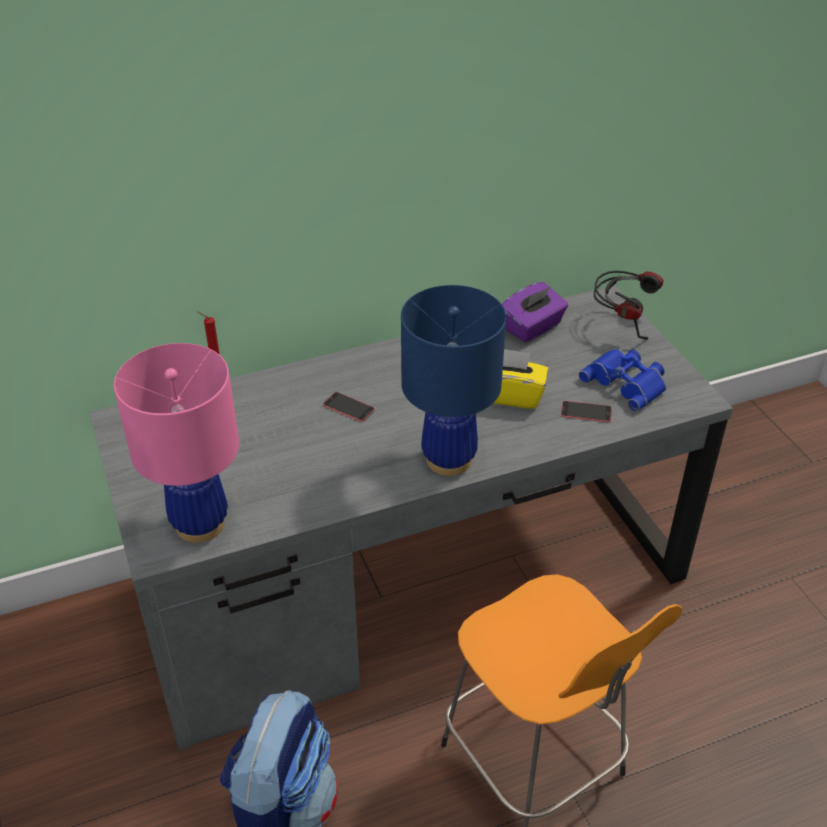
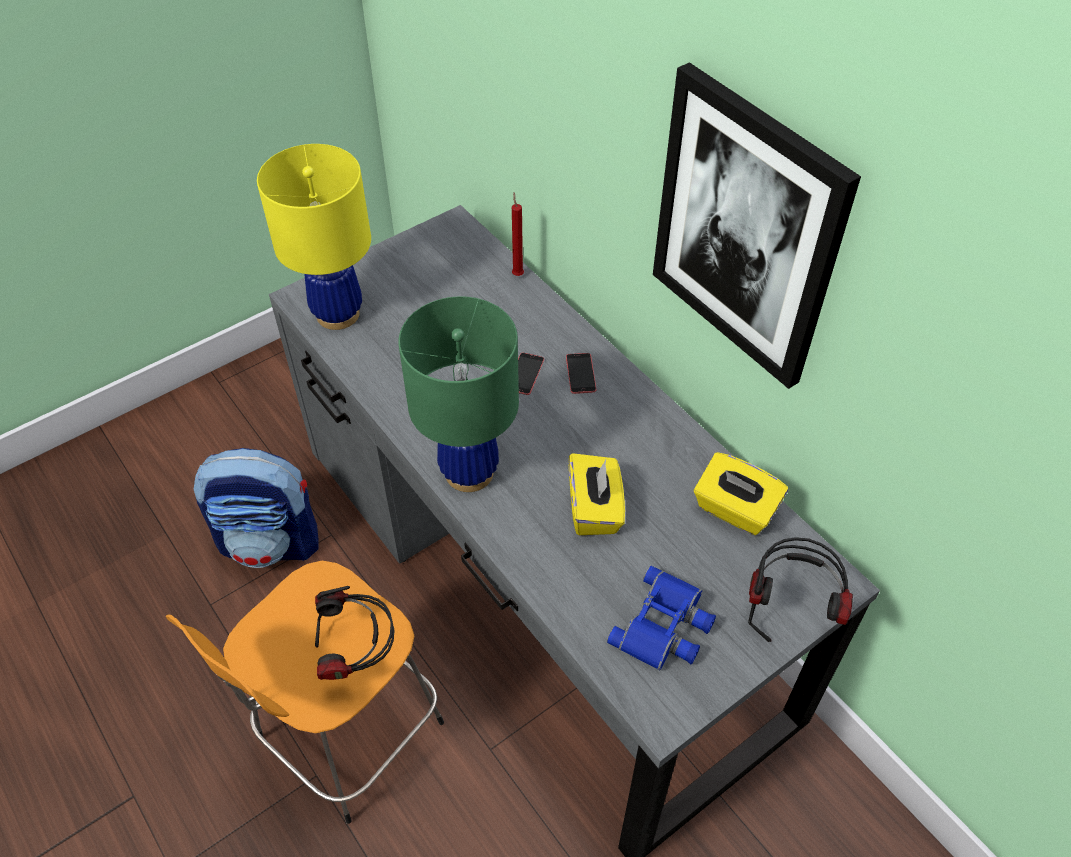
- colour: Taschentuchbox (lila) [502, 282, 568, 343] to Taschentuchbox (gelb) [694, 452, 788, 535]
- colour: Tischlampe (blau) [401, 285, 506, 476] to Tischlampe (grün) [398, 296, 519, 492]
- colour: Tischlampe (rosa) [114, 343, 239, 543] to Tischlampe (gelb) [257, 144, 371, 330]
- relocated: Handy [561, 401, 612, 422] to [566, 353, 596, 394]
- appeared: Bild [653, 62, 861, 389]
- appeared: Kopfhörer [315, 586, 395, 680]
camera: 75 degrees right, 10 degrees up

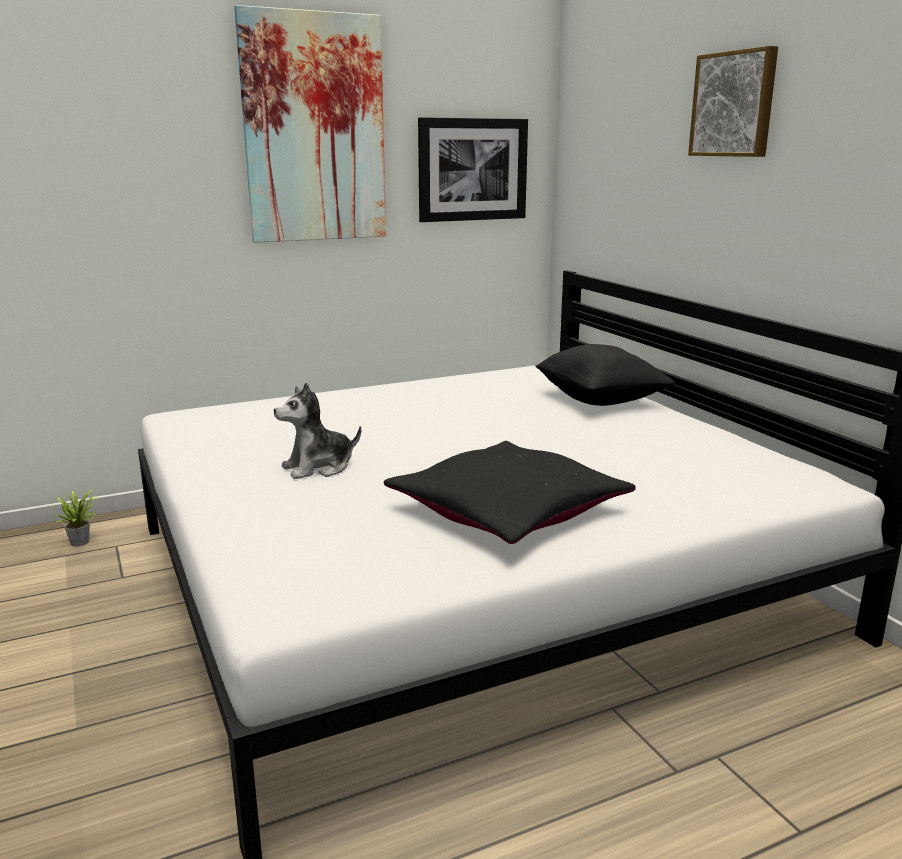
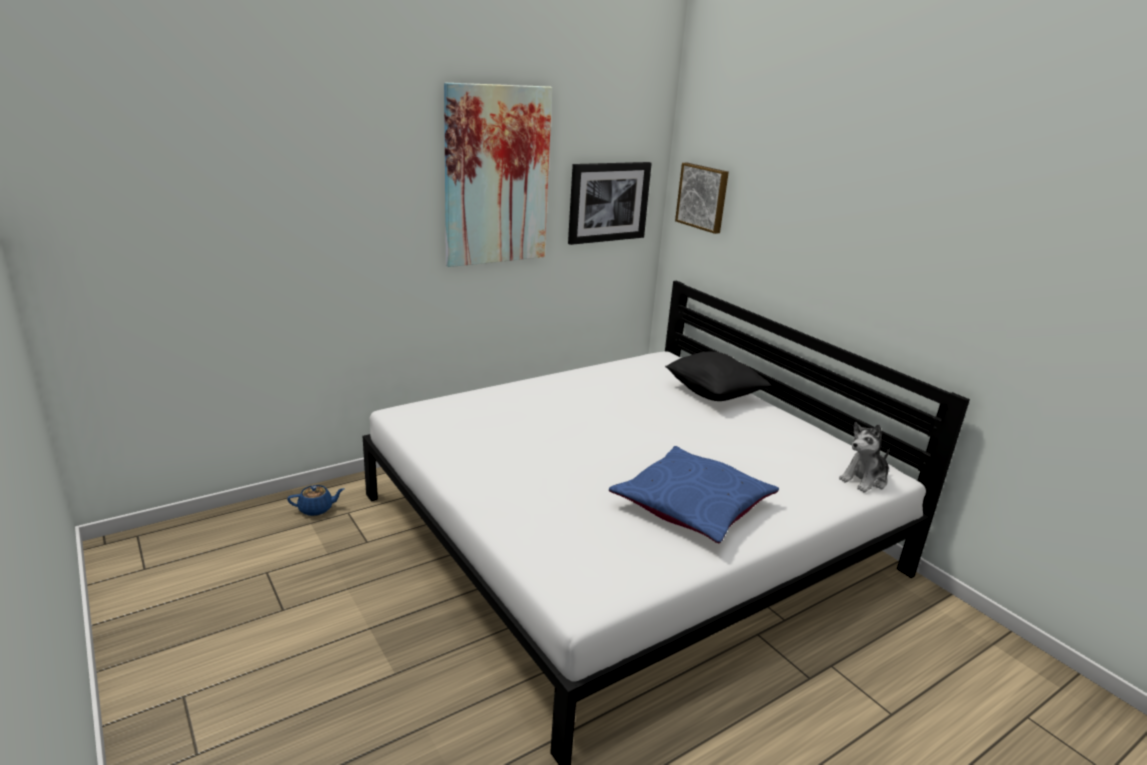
- relocated: Bild [688, 46, 778, 157] to [675, 163, 729, 234]
- relocated: Plüschtier [274, 382, 361, 479] to [839, 423, 890, 492]
- colour: Kissen (schwarz) [384, 441, 636, 544] to Kissen (blau) [609, 446, 779, 543]
- exchanged: Topfpflanze [53, 489, 99, 547] to Teekanne (blau) [287, 485, 344, 516]
camera: 10 degrees left, 5 degrees up

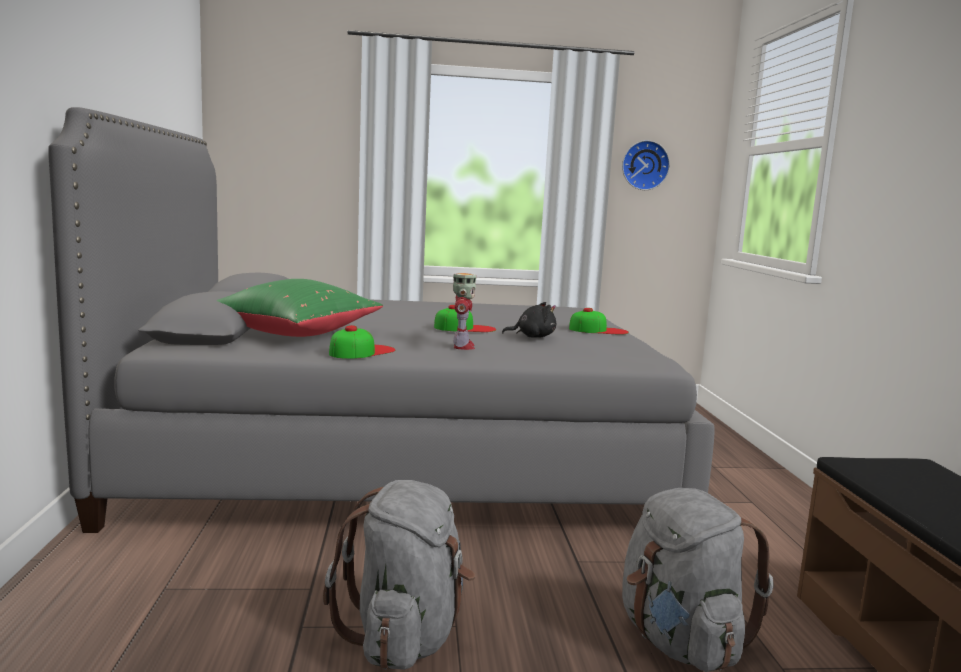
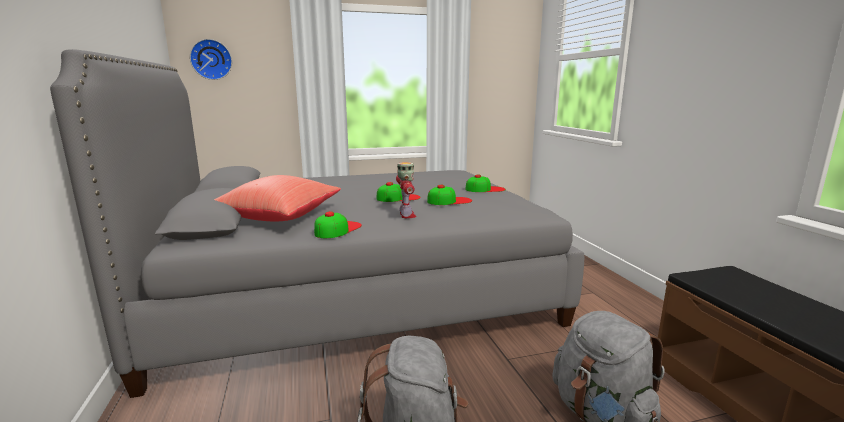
- relocated: Wanduhr [622, 140, 670, 190] to [190, 39, 232, 80]
- colour: Kissen (grün) [216, 279, 383, 337] to Kissen (rot) [214, 175, 341, 221]
- exchanged: Plüschtier (schwarz) [502, 302, 556, 338] to Kappe [427, 185, 472, 205]
camera: 10 degrees left, 5 degrees up

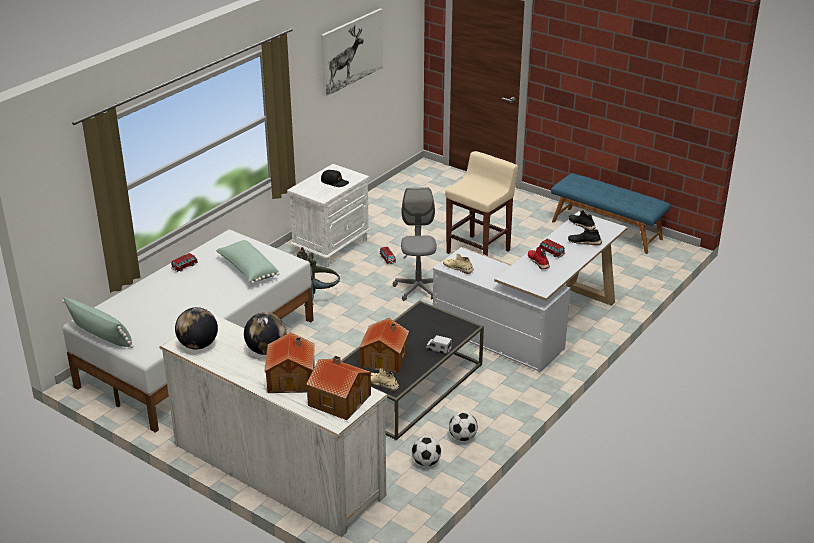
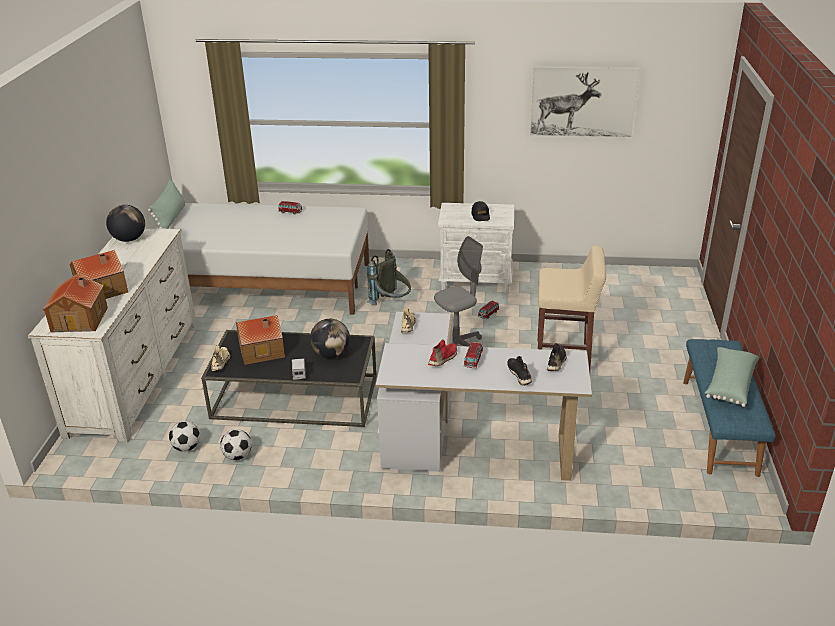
- relocated: Kissen (grün) [216, 240, 280, 284] to [705, 347, 759, 407]
- relocated: Globus [244, 312, 286, 355] to [310, 319, 350, 358]
camera: 60 degrees right, 0 degrees up

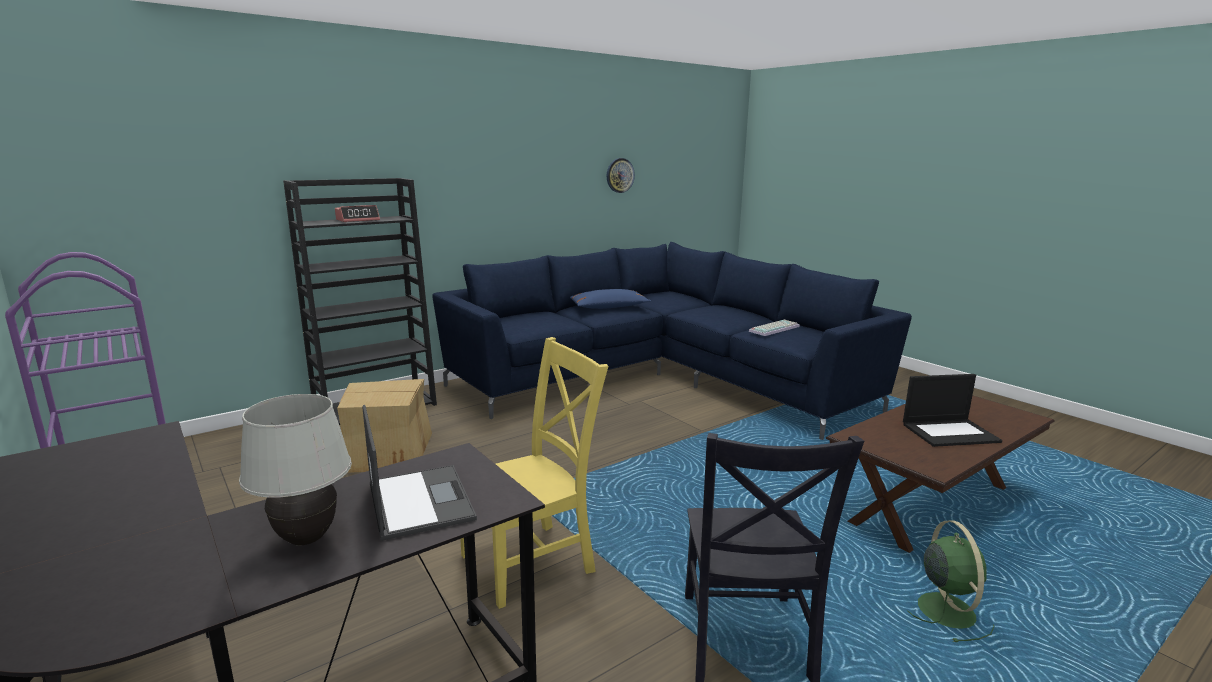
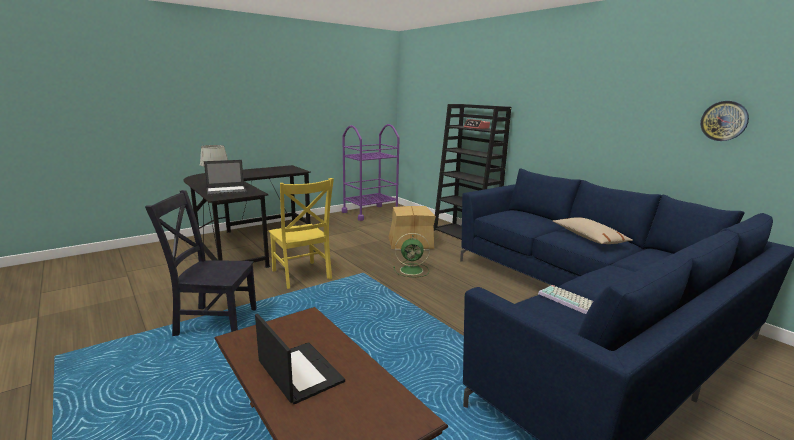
- colour: Kissen (blau) [570, 289, 651, 309] to Kissen (beige) [552, 217, 633, 244]
- spun: Laptop [903, 374, 1002, 447] = [255, 314, 345, 404] 150 degrees clockwise
- relocated: Ventilator (grün) [907, 521, 994, 642] to [394, 233, 430, 277]
camera: 90 degrees right, 0 degrees up

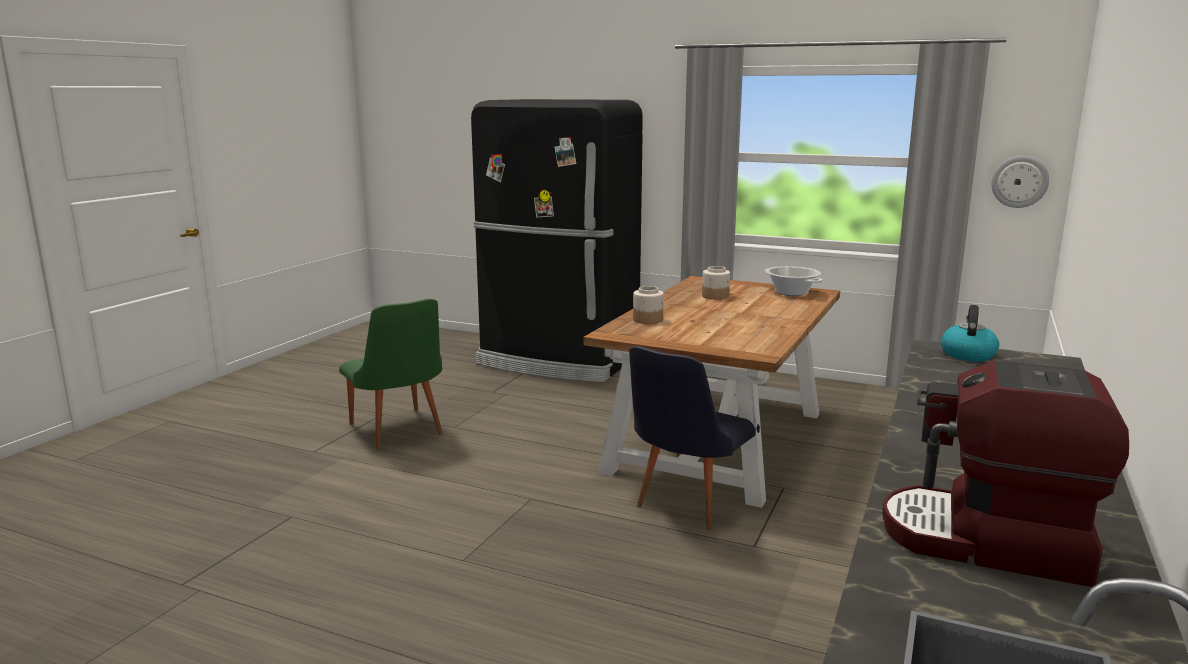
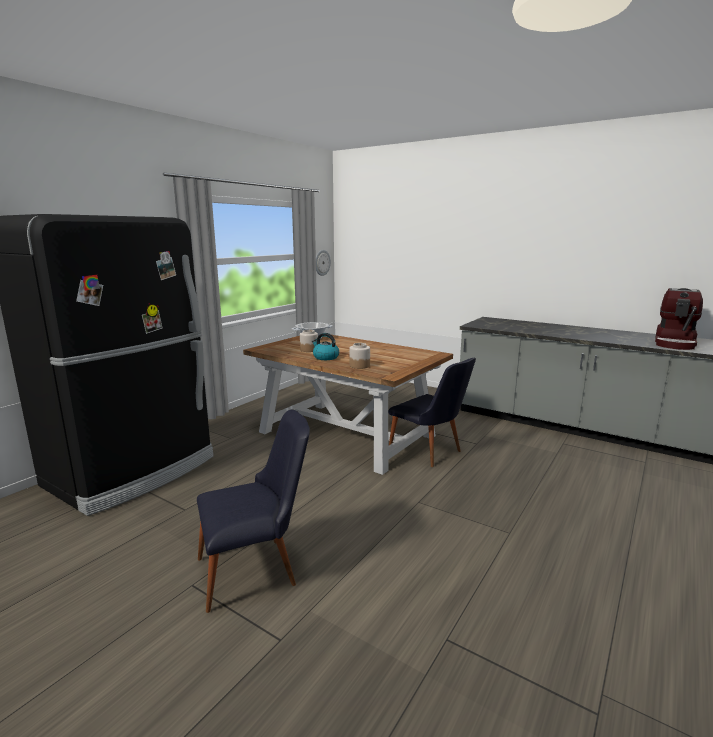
- colour: Stuhl (grün) [339, 299, 443, 449] to Stuhl (schwarz) [197, 410, 310, 613]
- relocated: Wasserkessel [941, 305, 999, 361] to [312, 333, 339, 360]
camera: 80 degrees left, 0 degrees up

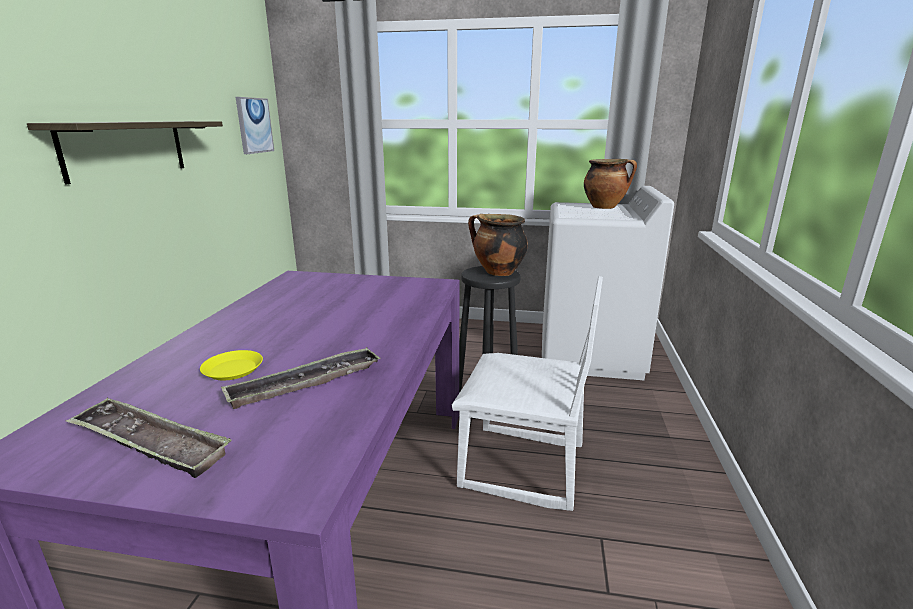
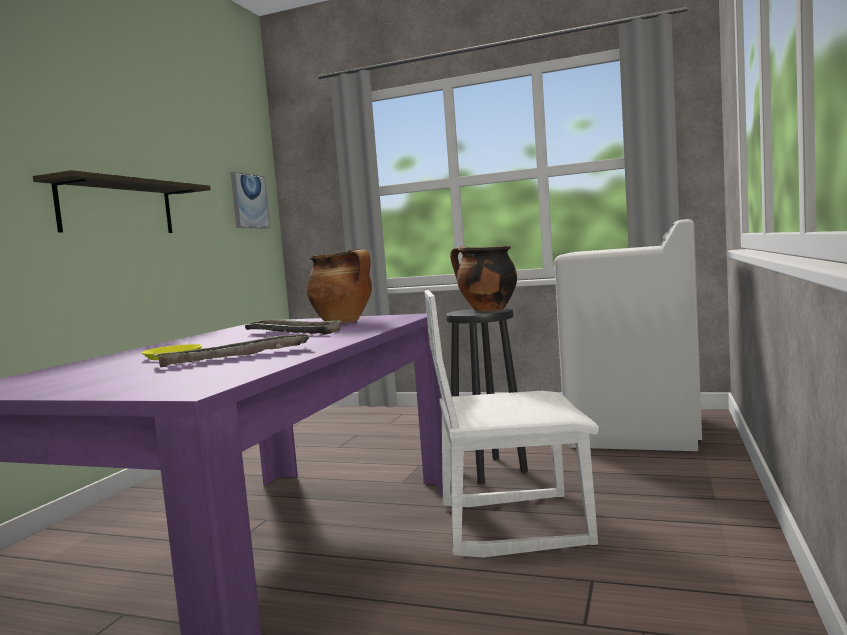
- relocated: Kochtopf [584, 159, 637, 209] to [306, 249, 372, 323]
- spun: Stuhl (weiß) [452, 276, 603, 511] = [424, 290, 599, 558] 150 degrees clockwise
- relocated: Tablett [66, 397, 232, 478] to [244, 319, 344, 335]
camera: 10 degrees right, 15 degrees down

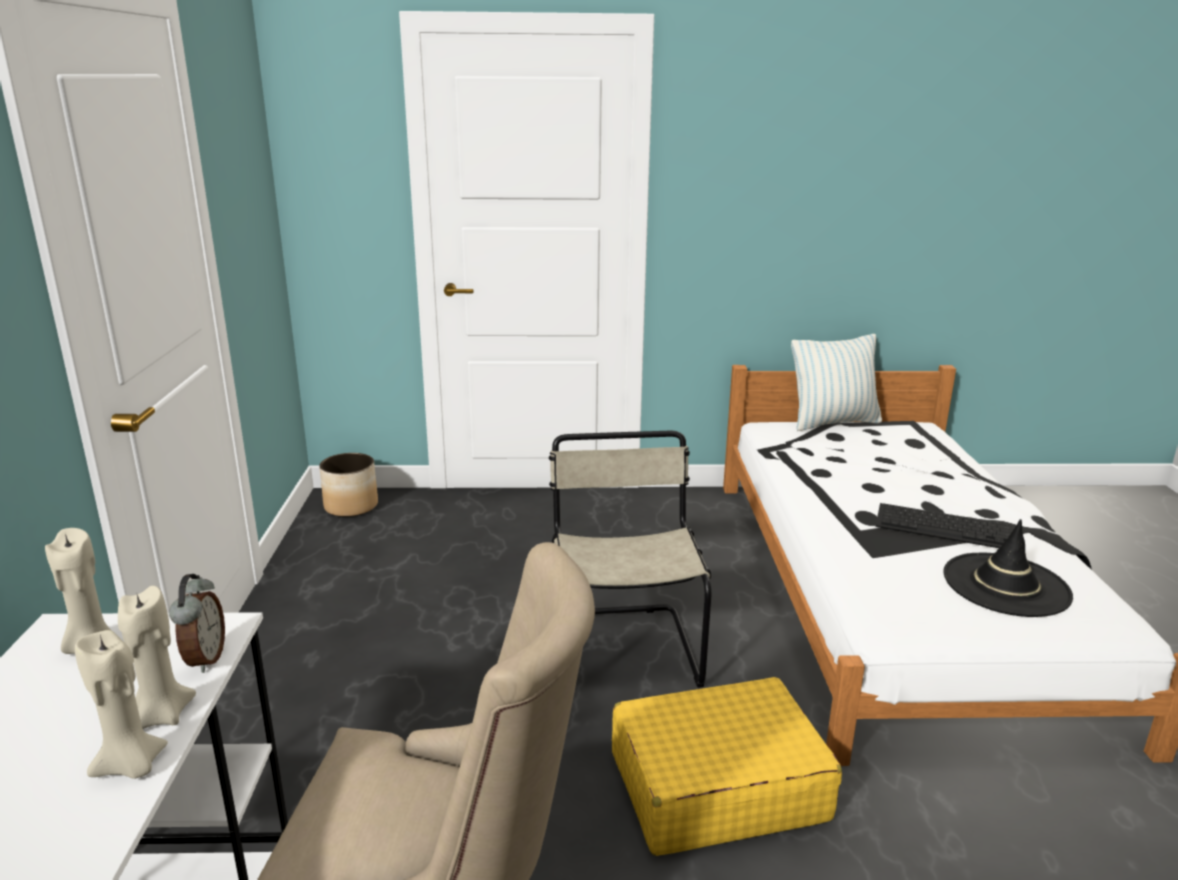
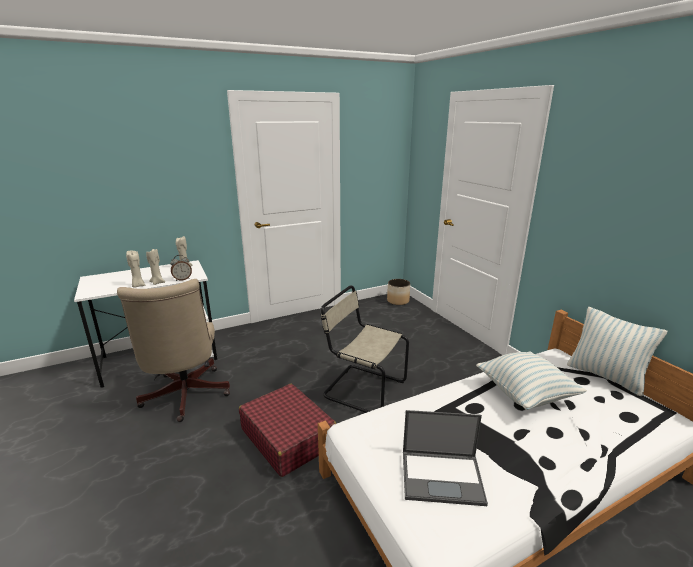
- spun: Stuhl (beige) [549, 431, 711, 688] = [321, 286, 409, 413] 120 degrees counterclockwise
- missing: Tastatur [875, 503, 1016, 548]
- exchanged: Hut (schwarz) [943, 519, 1073, 617] to Laptop [403, 410, 488, 506]
- colour: Koffer (gelb) [612, 677, 842, 856] to Koffer (rot) [239, 384, 336, 477]
- appeared: Kissen [476, 352, 587, 410]
camera: 65 degrees right, 0 degrees up

